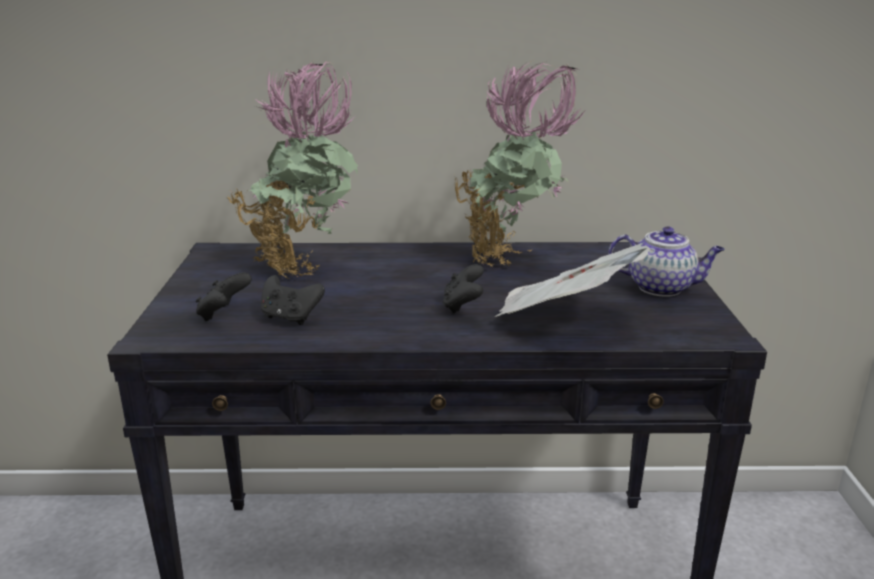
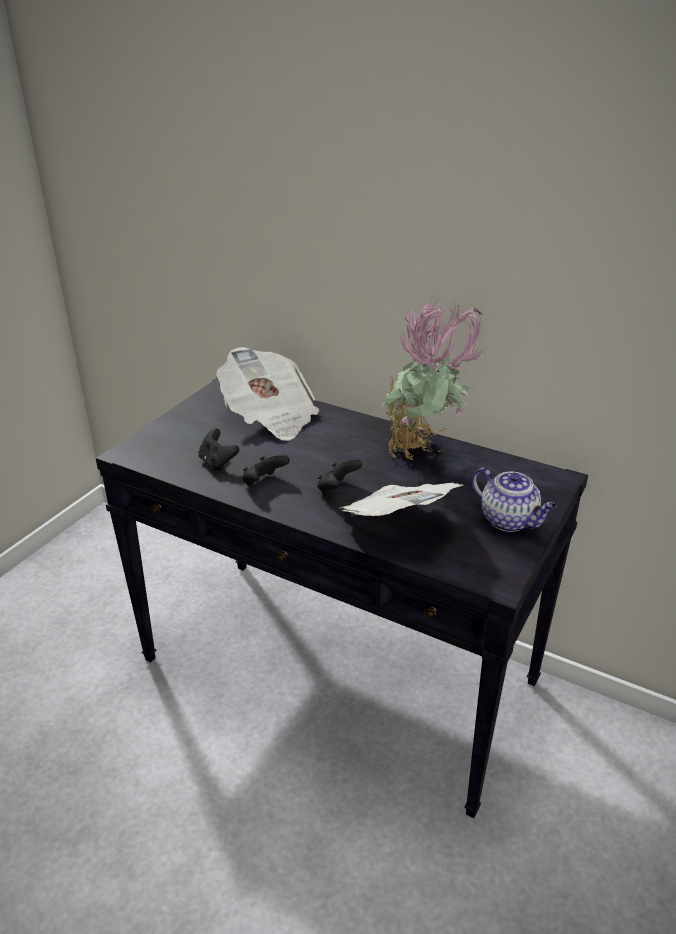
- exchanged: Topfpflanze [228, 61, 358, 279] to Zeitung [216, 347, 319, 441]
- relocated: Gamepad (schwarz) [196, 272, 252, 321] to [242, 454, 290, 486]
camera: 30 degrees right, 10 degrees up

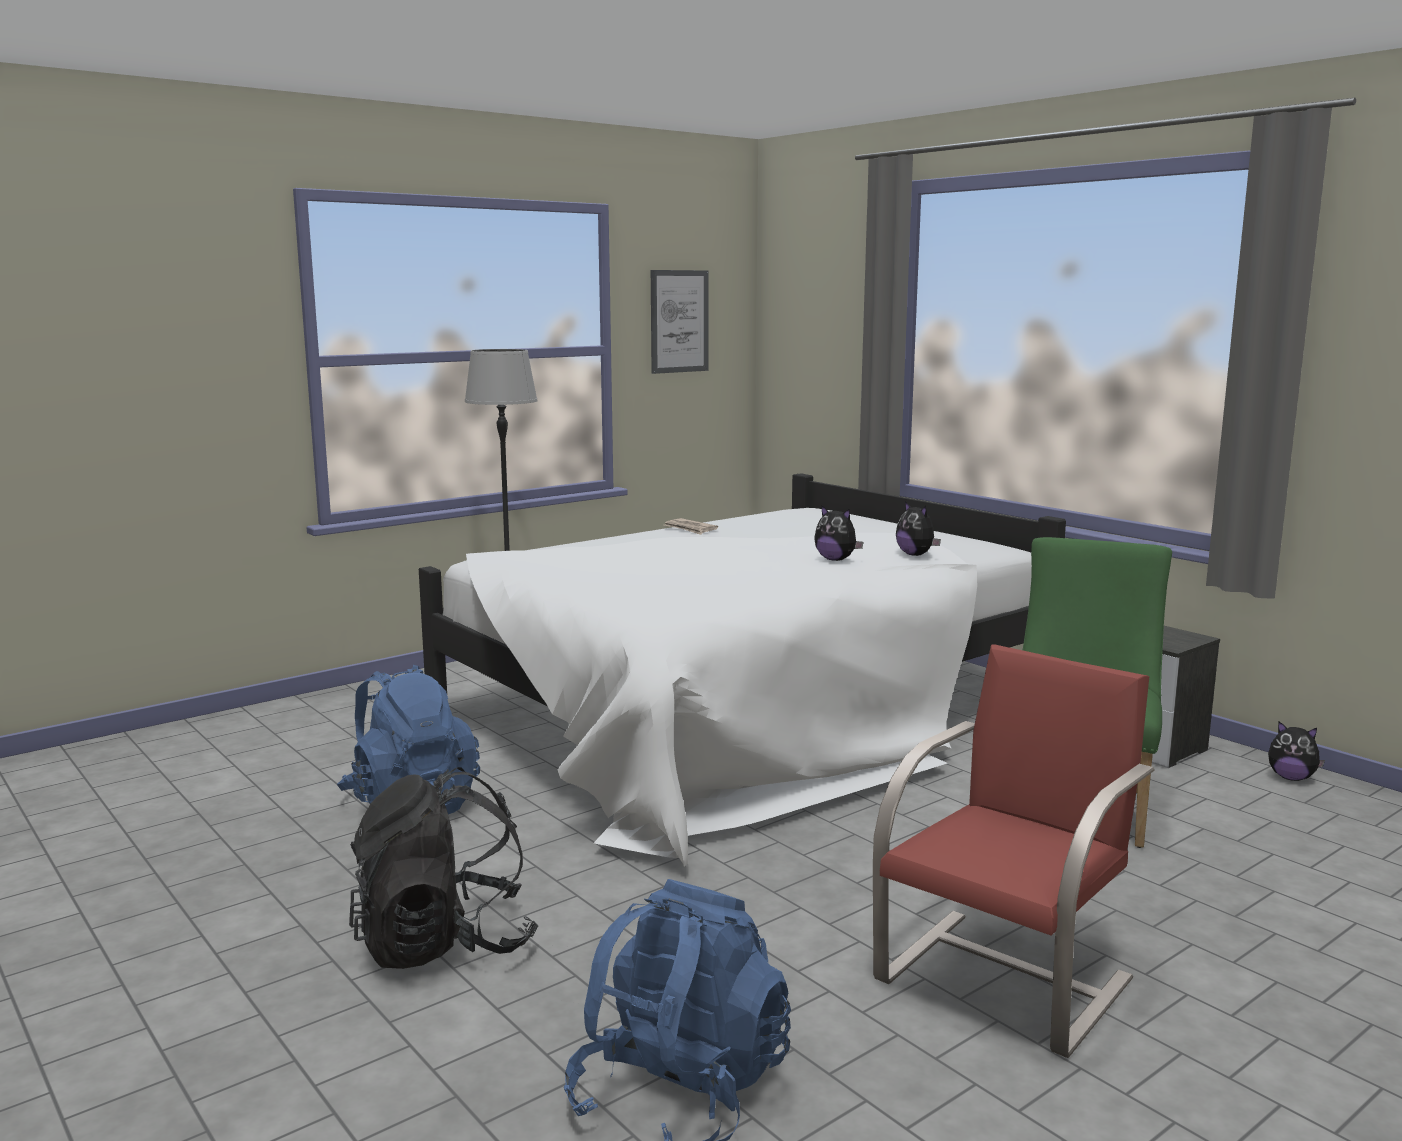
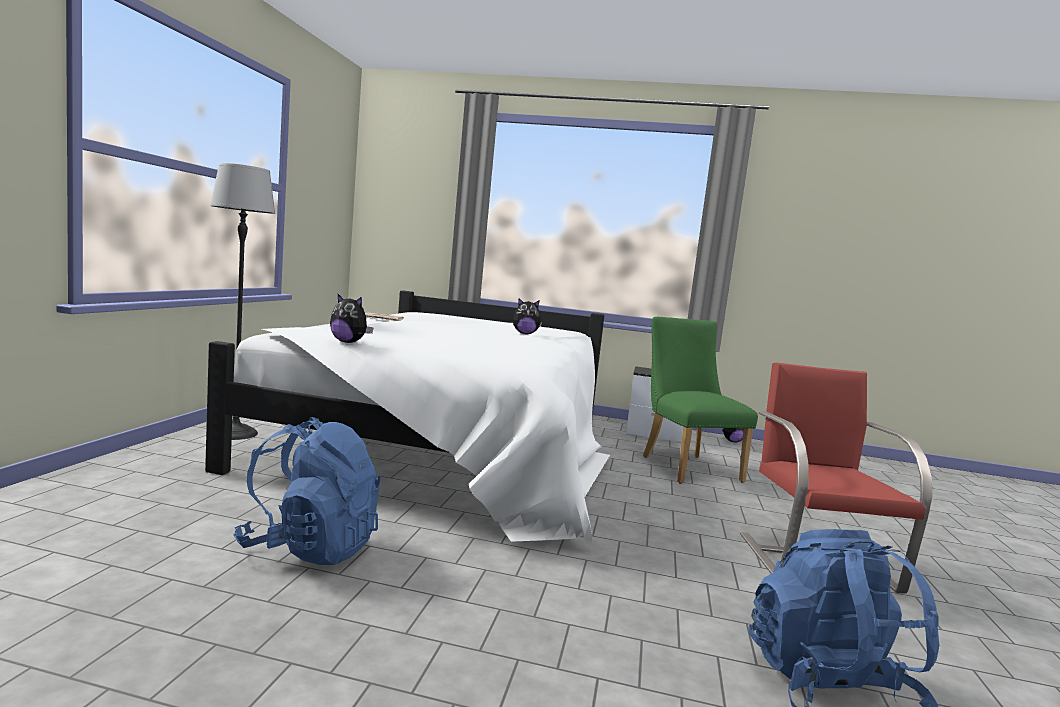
- missing: Bild [651, 270, 709, 374]
- relocated: Plüschtier [896, 501, 941, 556] to [330, 294, 374, 343]
- missing: Rucksack (schwarz) [349, 767, 539, 969]
camera: 40 degrees left, 5 degrees down

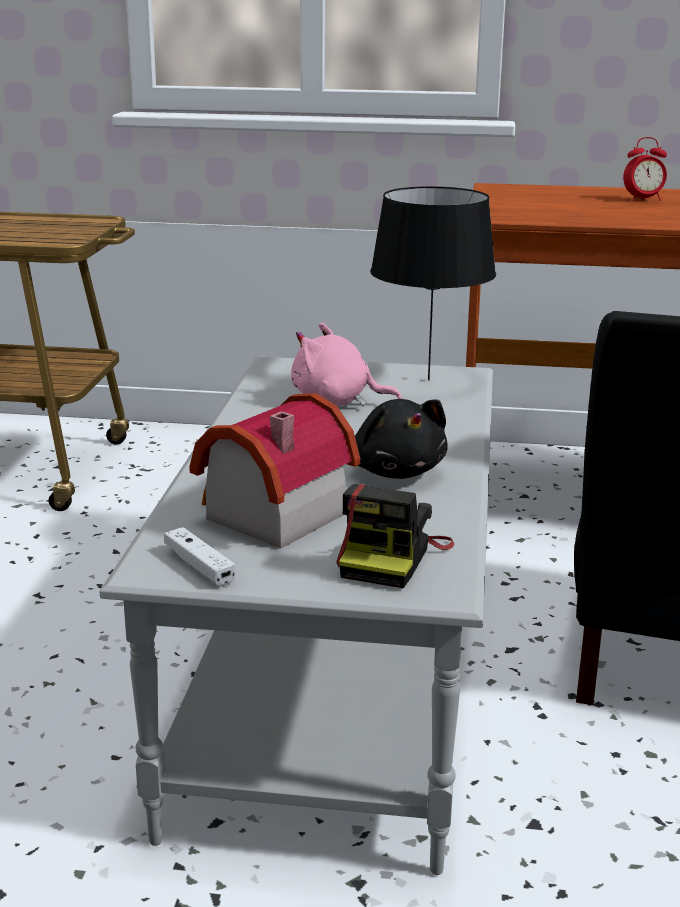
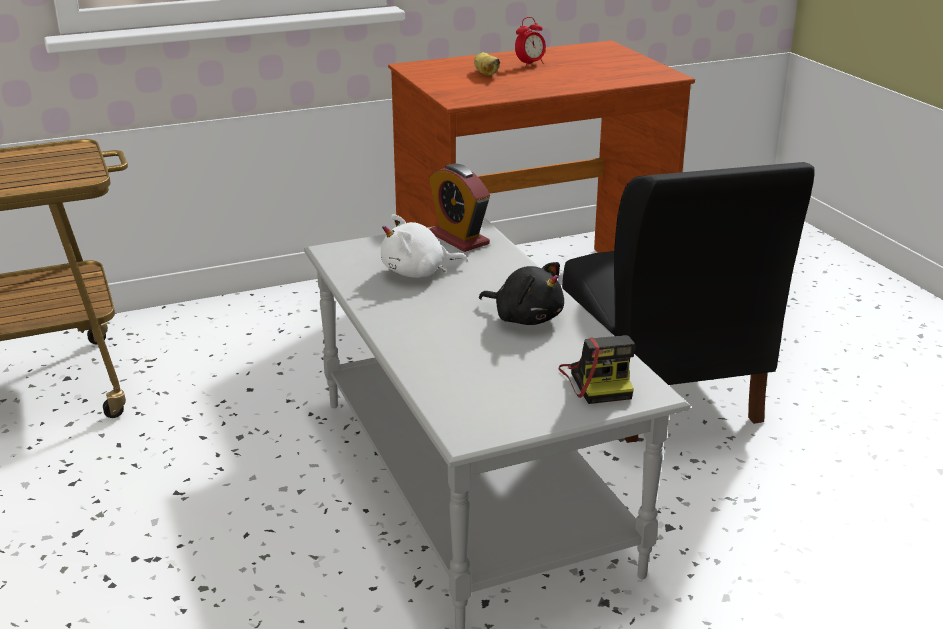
- exchanged: Tischlampe (schwarz) [370, 186, 496, 381] to Wecker [429, 164, 490, 252]
- colour: Plüschtier (rosa) [291, 323, 402, 406] to Plüschtier (weiß) [381, 214, 468, 278]
- missing: Spielzeughaus [189, 393, 360, 549]
- missing: Gamepad (weiß) [164, 527, 236, 586]
- appeared: Banane [474, 52, 500, 76]
camera: 30 degrees left, 5 degrees up

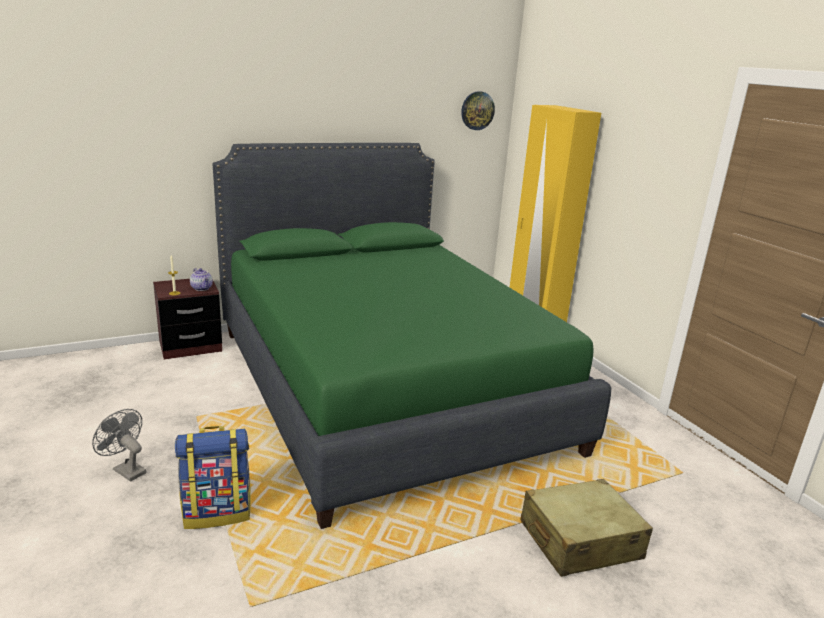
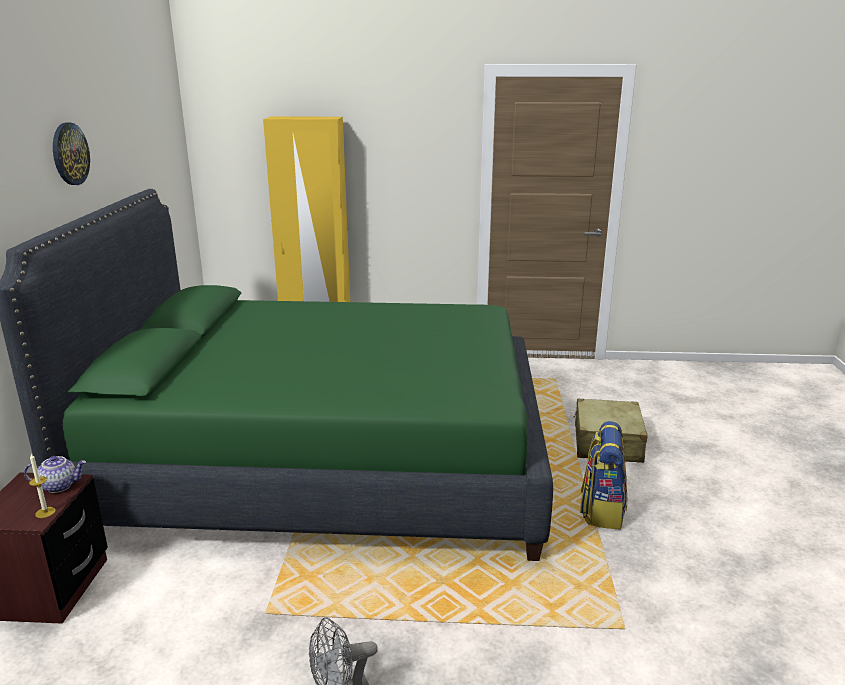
- relocated: Wanduhr [461, 91, 495, 130] to [53, 122, 90, 185]
- relocated: Rucksack [175, 426, 251, 529] to [580, 421, 627, 530]
camera: 60 degrees left, 0 degrees up

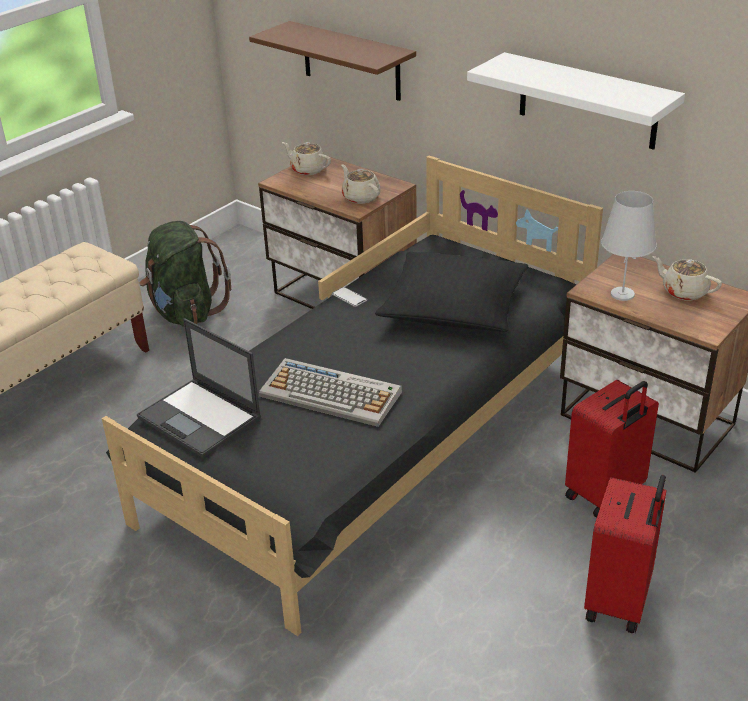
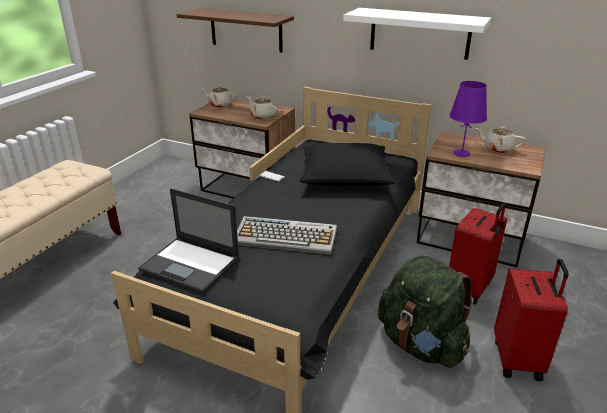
- colour: Tischlampe (weiß) [601, 191, 657, 301] to Tischlampe (lila) [449, 81, 487, 157]
- relocated: Rucksack (grün) [140, 221, 231, 327] to [378, 256, 473, 368]
camera: 15 degrees left, 5 degrees down

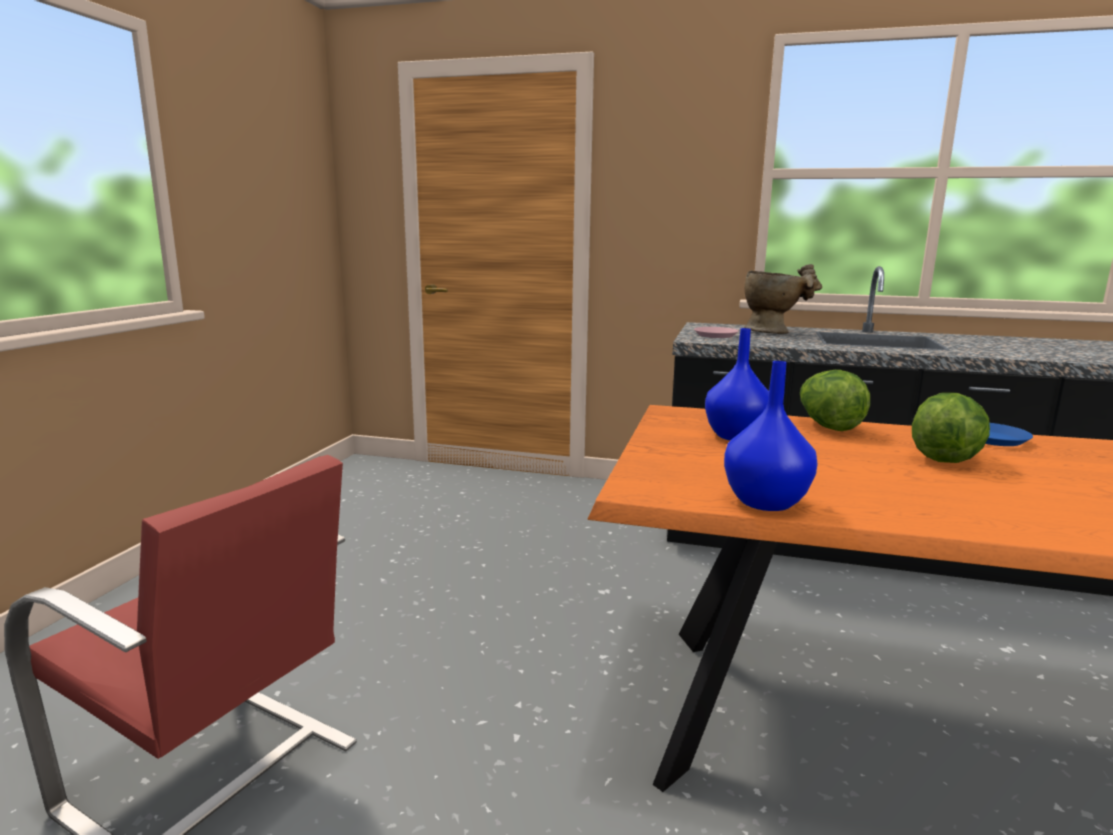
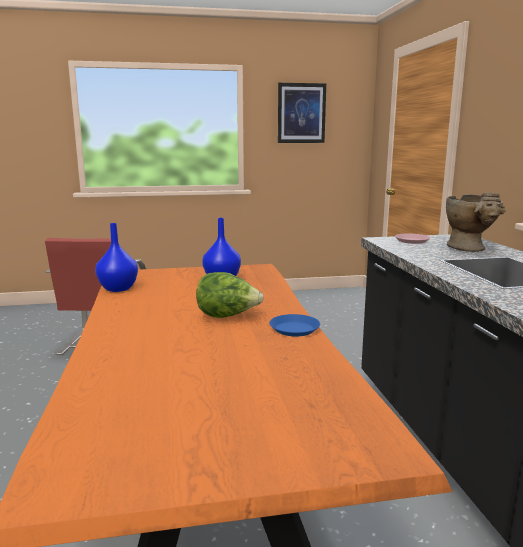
- missing: Salatkopf [800, 370, 870, 431]
- appeared: Bild [278, 83, 326, 143]
camera: 65 degrees right, 0 degrees up

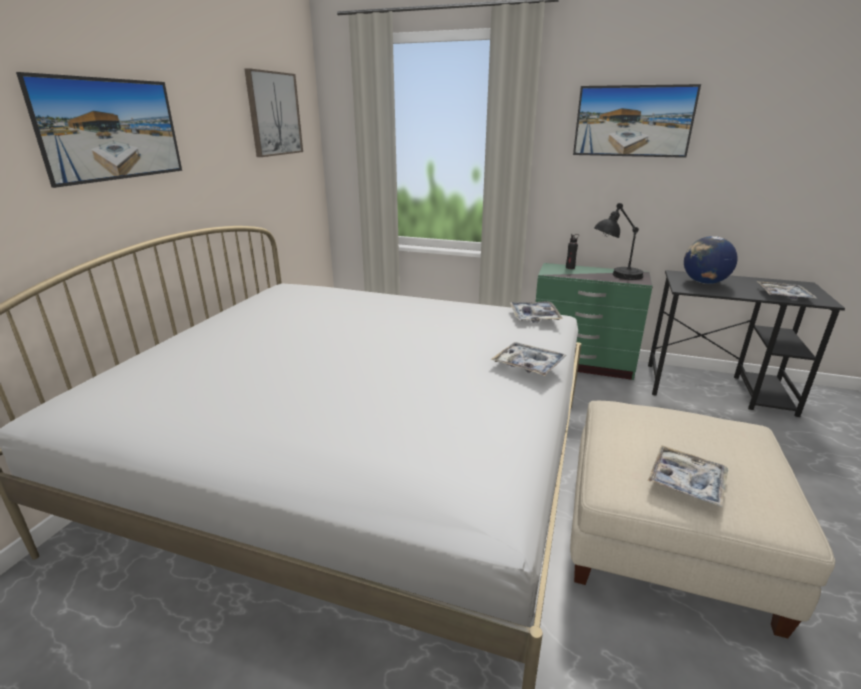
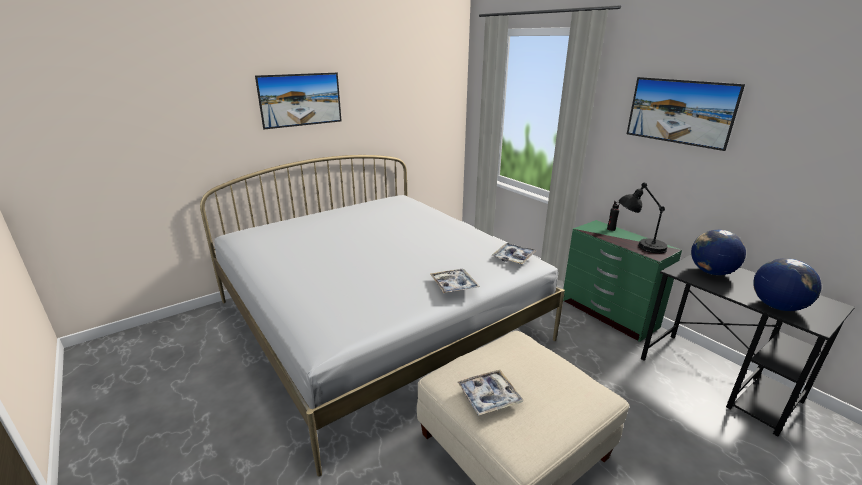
- missing: Bild [244, 68, 303, 157]
- exchanged: Tablett [757, 281, 817, 299] to Globus [753, 258, 822, 311]
camera: 35 degrees right, 0 degrees up

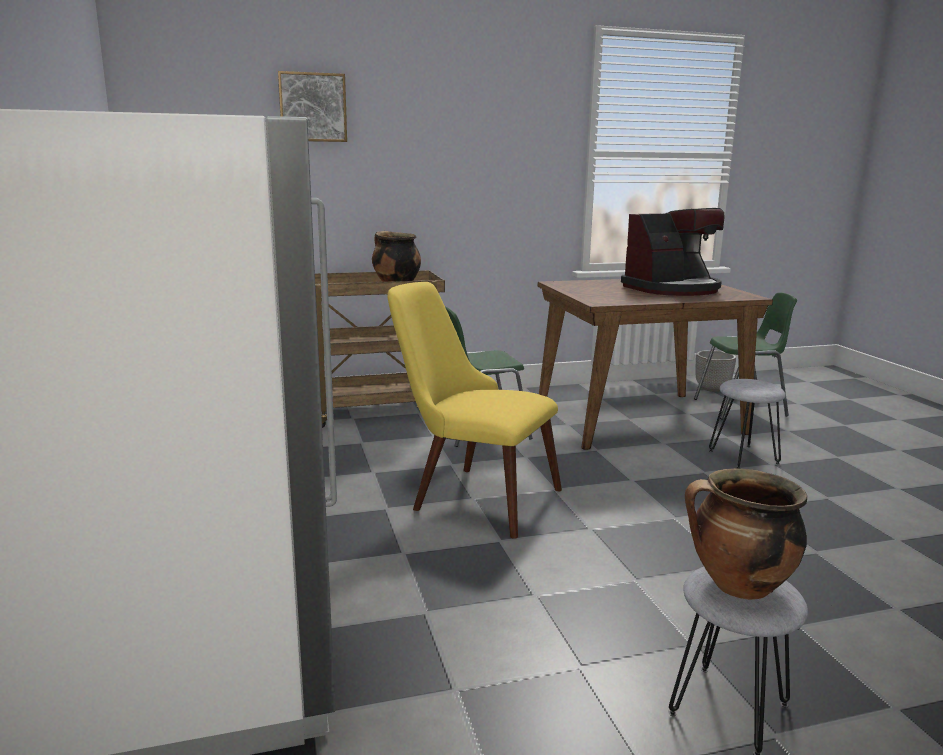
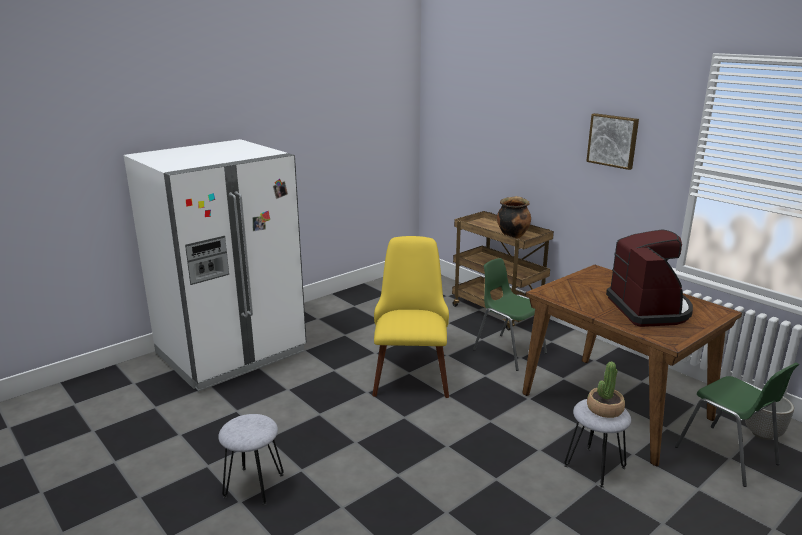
- relocated: Bild [278, 71, 347, 142] to [586, 113, 639, 170]
- spun: Kaffeemaschine [621, 208, 725, 296] = [606, 230, 693, 327] 135 degrees counterclockwise
- missing: Kochtopf [685, 469, 807, 600]
- appeared: Topfpflanze [587, 362, 625, 418]
camera: 65 degrees right, 5 degrees up

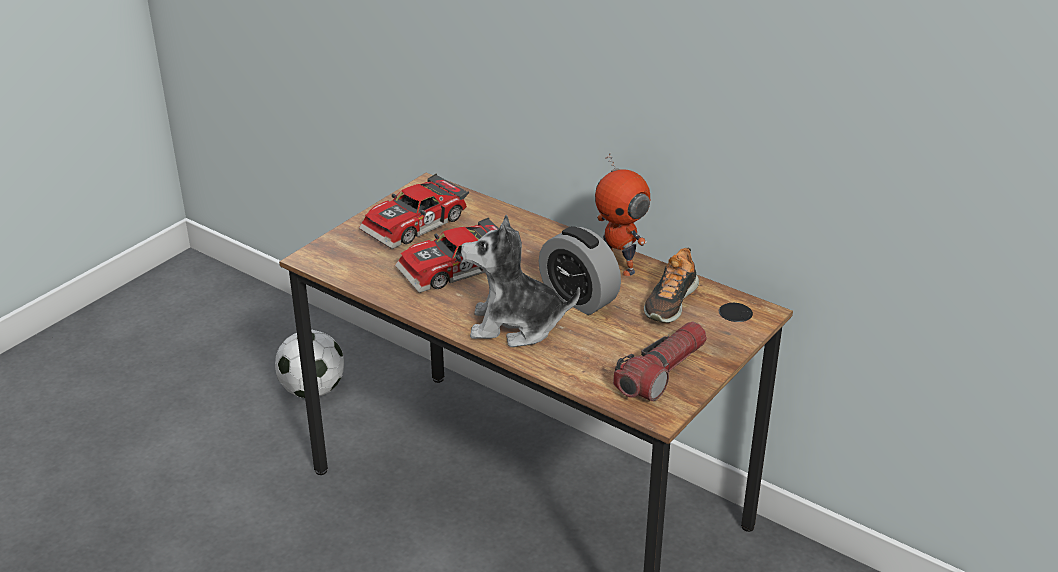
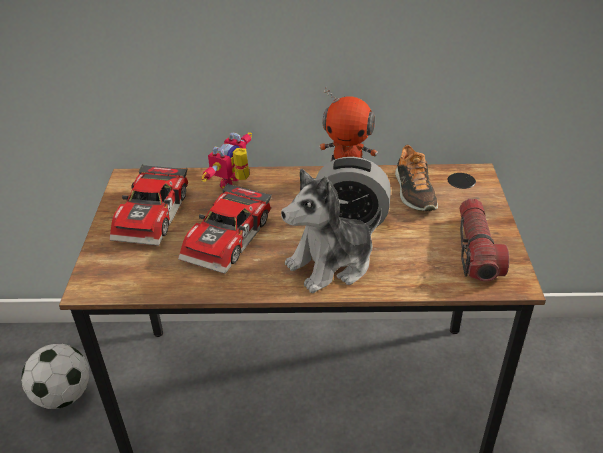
- appeared: Spielzeugroboter [201, 132, 252, 189]
camera: 35 degrees left, 5 degrees up

